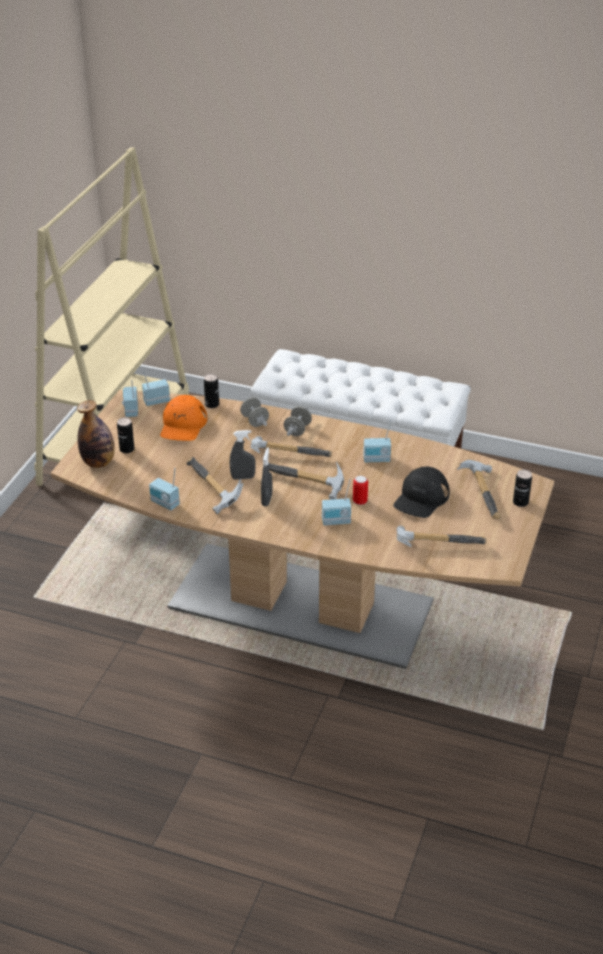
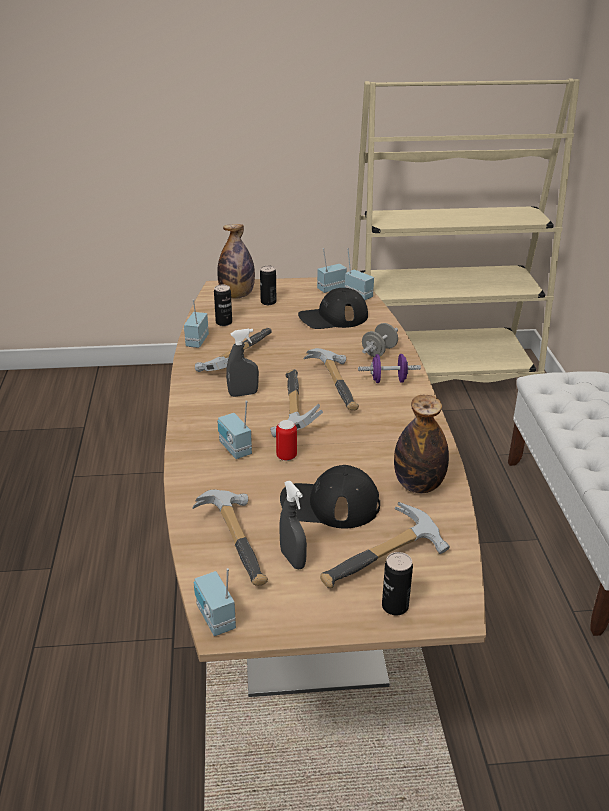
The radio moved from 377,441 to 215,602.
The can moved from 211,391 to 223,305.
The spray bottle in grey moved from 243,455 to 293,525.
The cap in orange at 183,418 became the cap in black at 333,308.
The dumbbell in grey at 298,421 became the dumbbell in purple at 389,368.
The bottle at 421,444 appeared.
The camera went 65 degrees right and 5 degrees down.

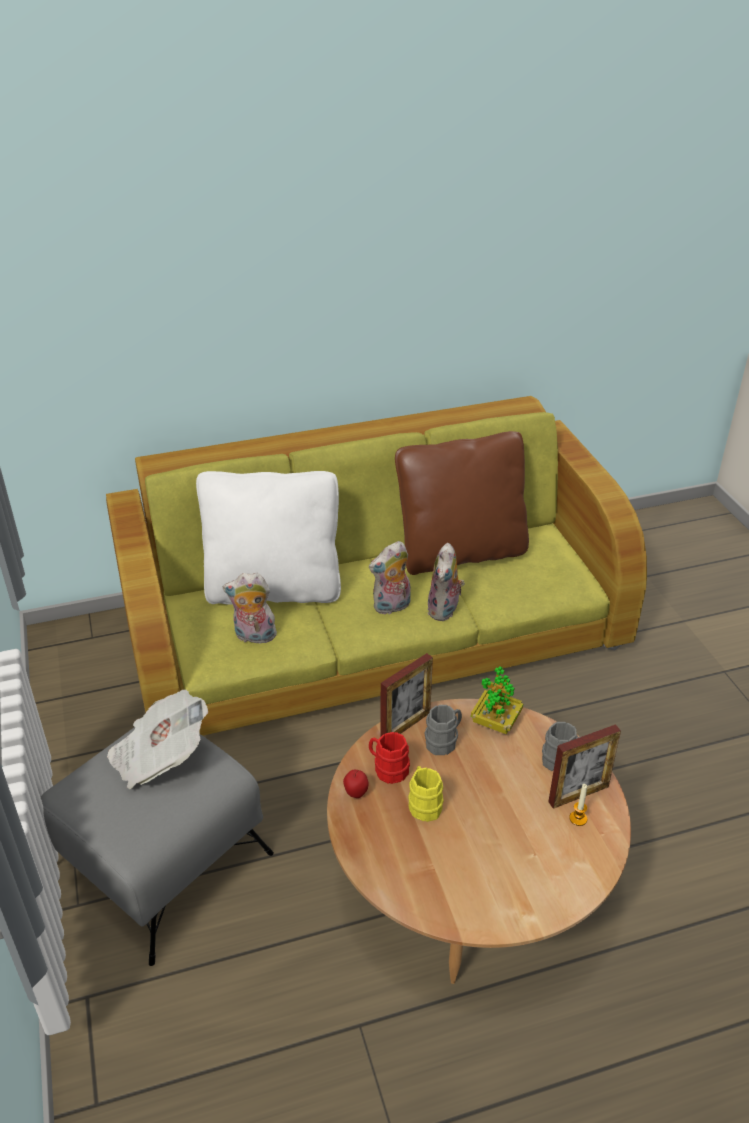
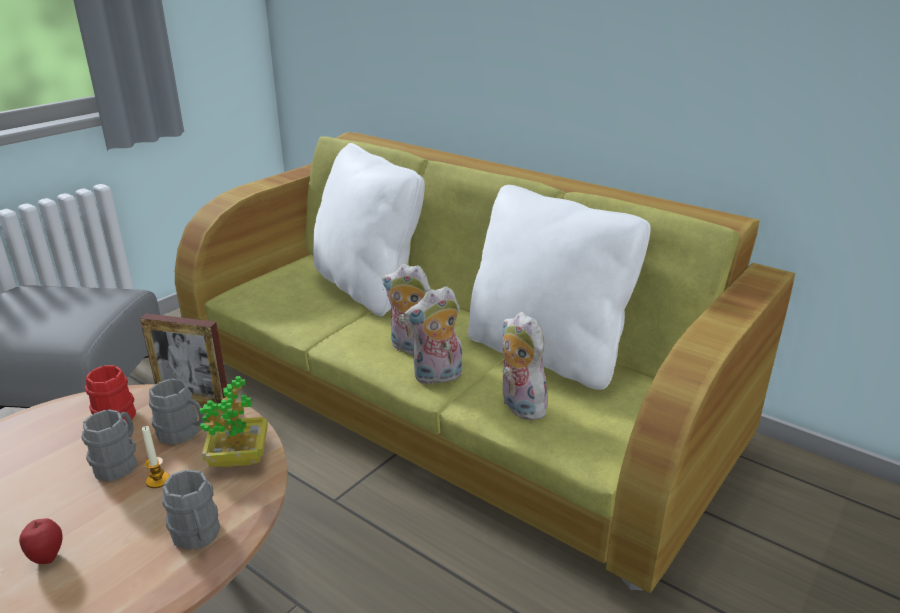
The apple moved from 355,784 to 41,541.
The mug in grey at 109,445 appeared.
The candle moved from 578,805 to 156,457.
The pillow in brown at 462,503 became the pillow in white at 559,287.
The plush toy moved from 250,608 to 526,366.
The newspaper at 157,739 disappeared.
The mug in yellow at 426,794 disappeared.
The picture frame at 584,766 disappeared.
The camera went 55 degrees right and 10 degrees down.

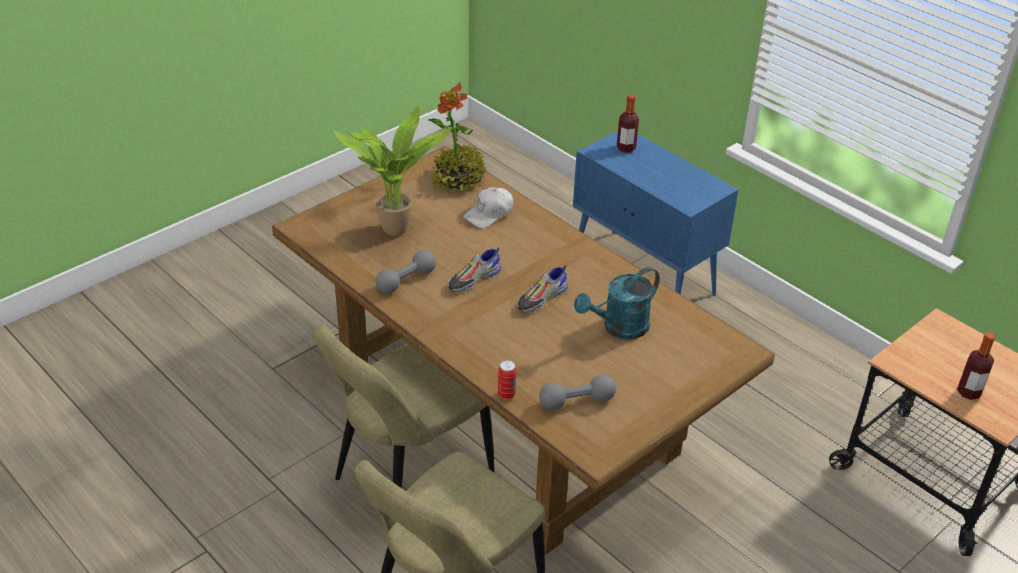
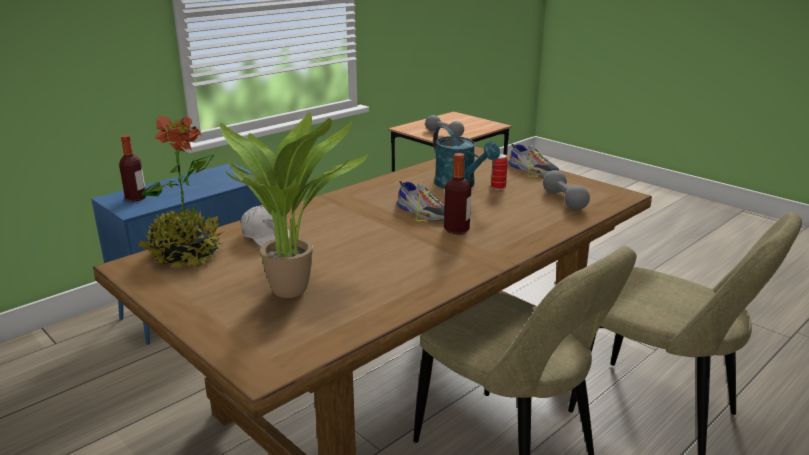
The dumbbell in grey moved from 406,271 to 444,126.
The bottle moved from 976,366 to 457,193.
The can moved from 507,380 to 499,172.
The shoe moved from 474,270 to 533,160.
The camera went 90 degrees left and 15 degrees down.

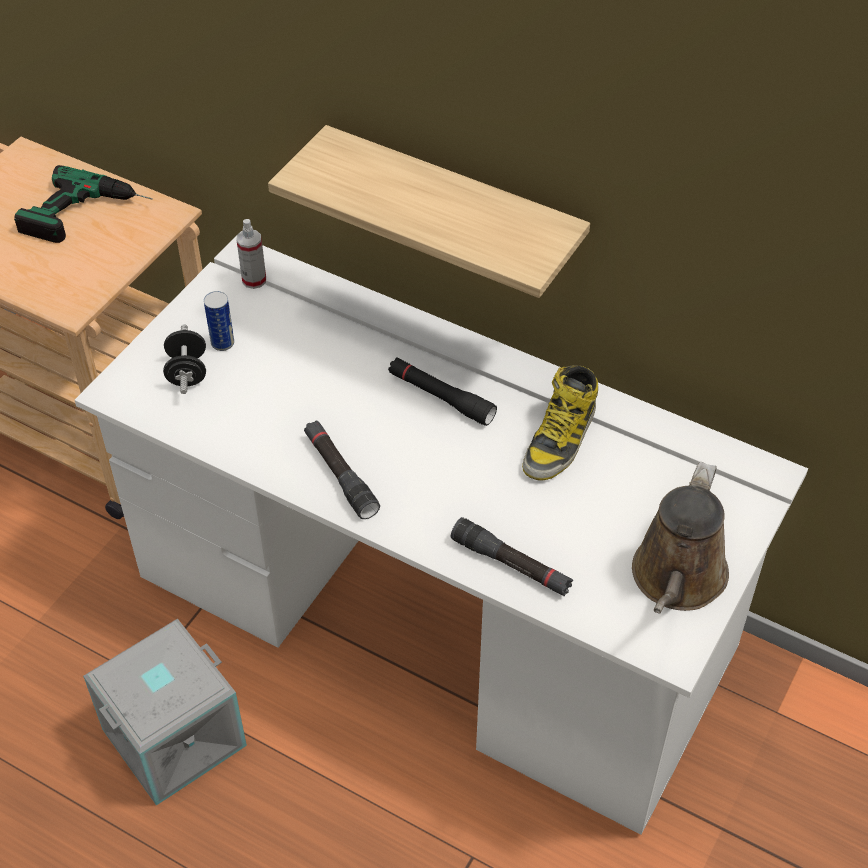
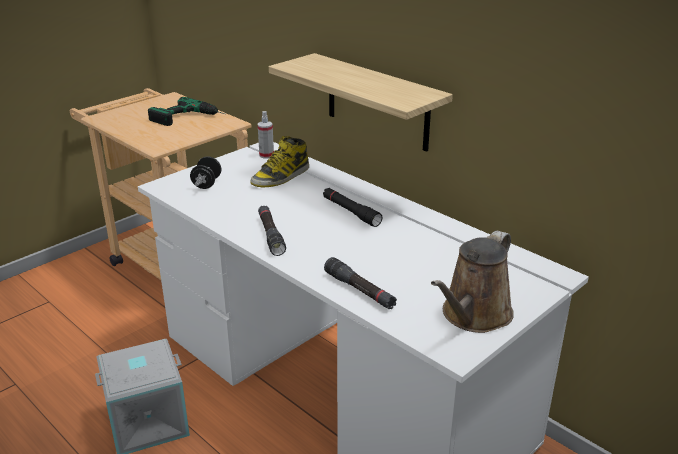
The boot moved from 560,423 to 279,162.
The can at 219,321 disappeared.
The camera went 15 degrees right and 20 degrees down.

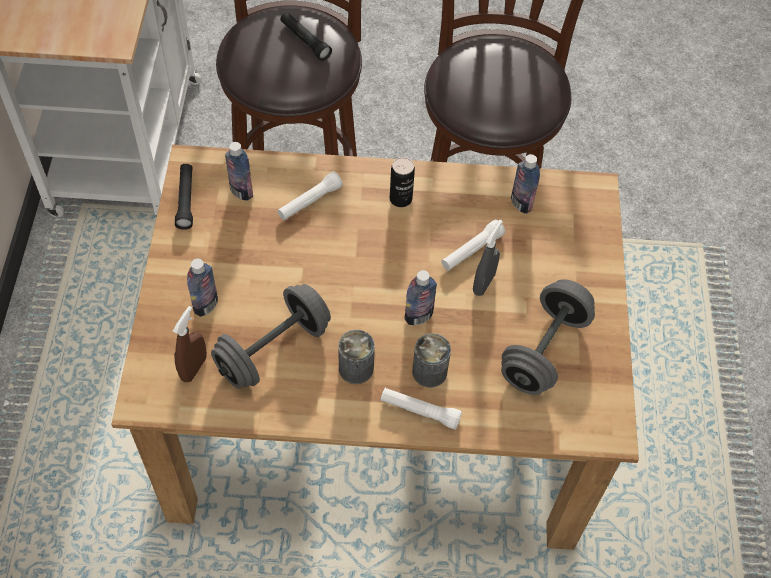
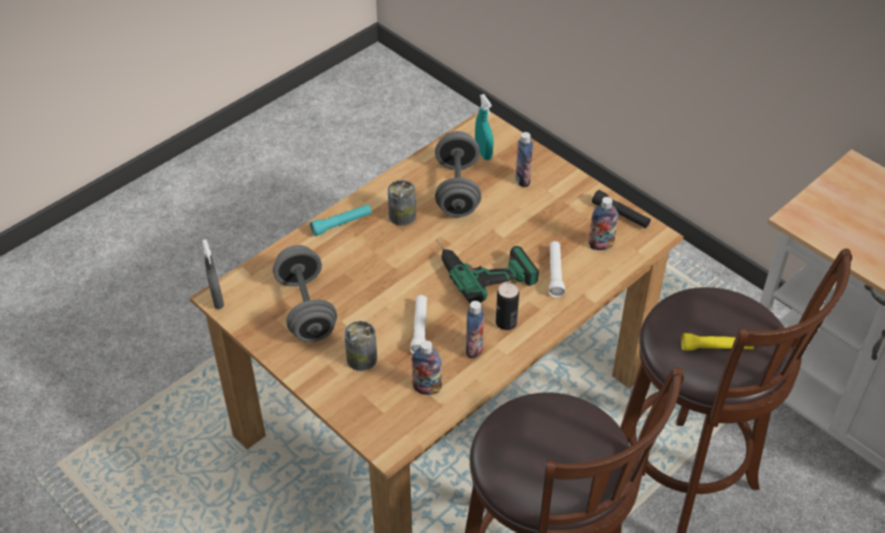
The spray bottle in grey moved from 488,258 to 213,274.
The flashlight in white at 421,409 became the flashlight in turquoise at 341,220.
The can moved from 431,360 to 360,346.
The power drill at 488,271 appeared.
The bottle moved from 420,297 to 475,330.
The spray bottle in brown at 189,344 became the spray bottle in turquoise at 484,127.
The flashlight in black at 306,36 became the flashlight in yellow at 717,342.
The camera went 135 degrees right and 10 degrees down.

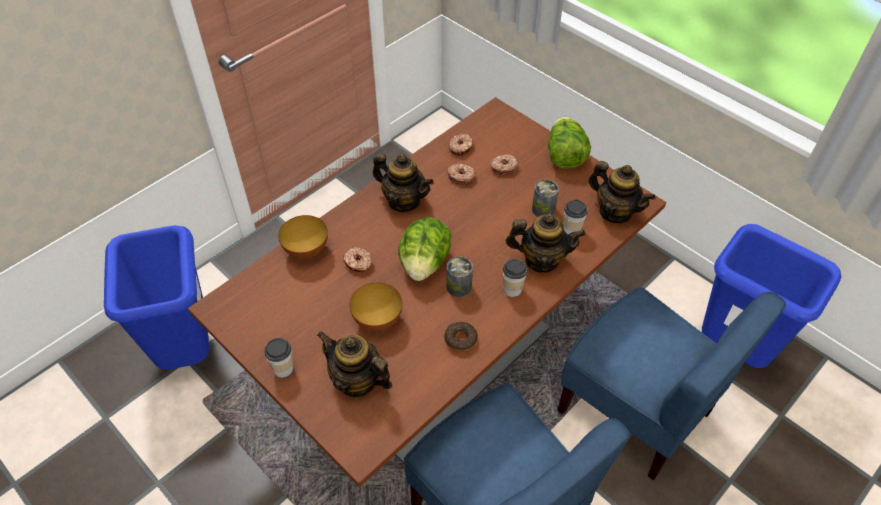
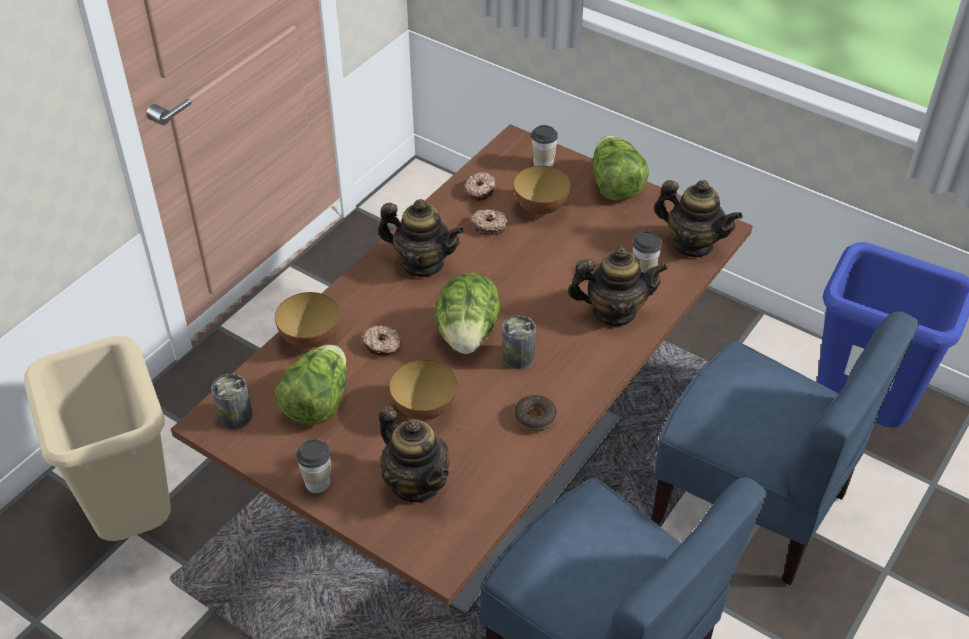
The trash can in blue at 156,297 became the trash can in beige at 97,438.
The can moved from 545,198 to 232,402.
The lettuce at 311,385 appeared.
The teapot at 354,364 turned 150 degrees counterclockwise.
The donut at 504,164 was replaced by the bowl at 542,190.
The cup moved from 515,278 to 544,146.
The camera went 10 degrees left and 5 degrees down.

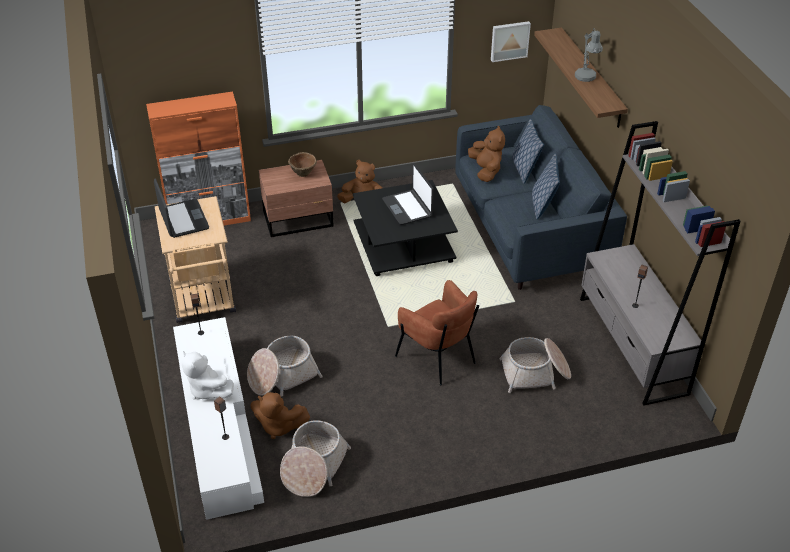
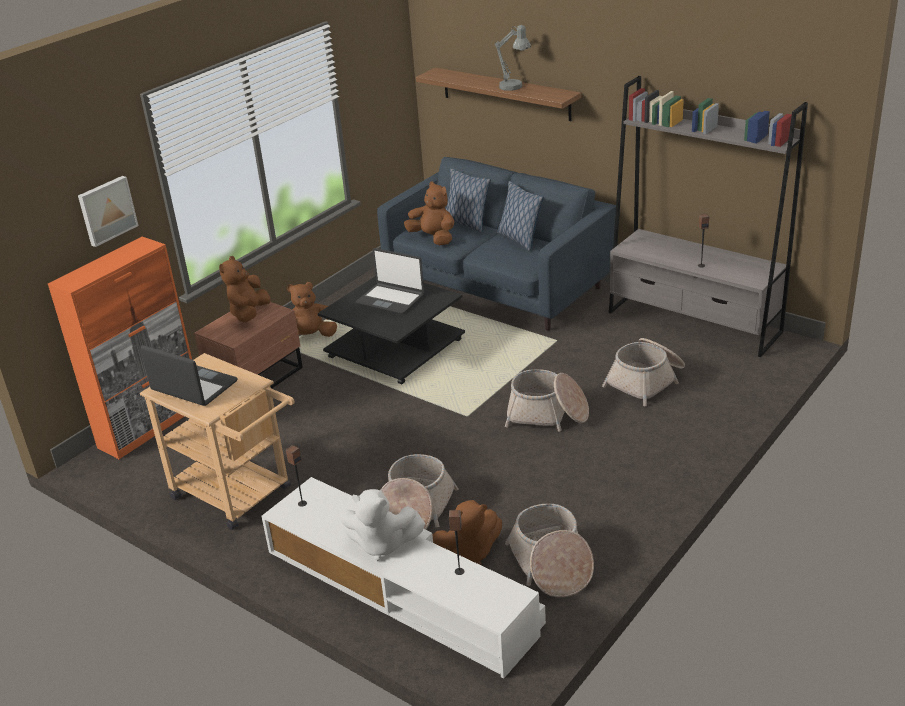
The picture moved from 511,41 to 108,211.
The bowl in brown at 302,164 was replaced by the plush toy in brown at 245,289.
The armchair in brown at 437,332 was replaced by the basket at 547,400.
The camera went 35 degrees left and 10 degrees down.

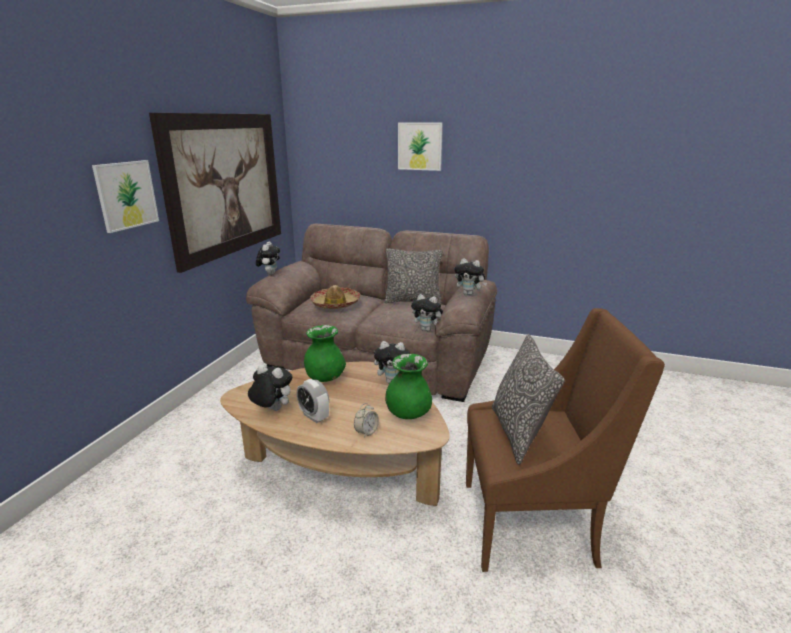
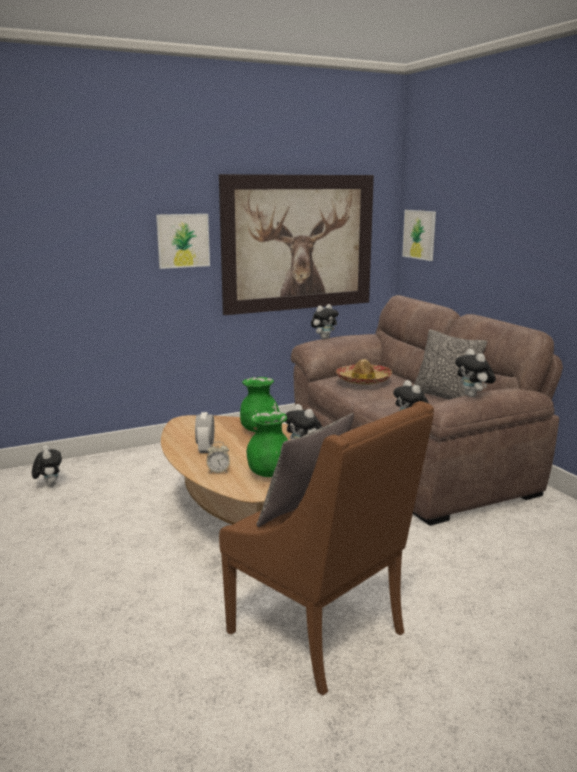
The plush toy moved from 270,387 to 47,466.
The picture moved from 420,146 to 419,235.
The camera went 45 degrees right and 5 degrees down.

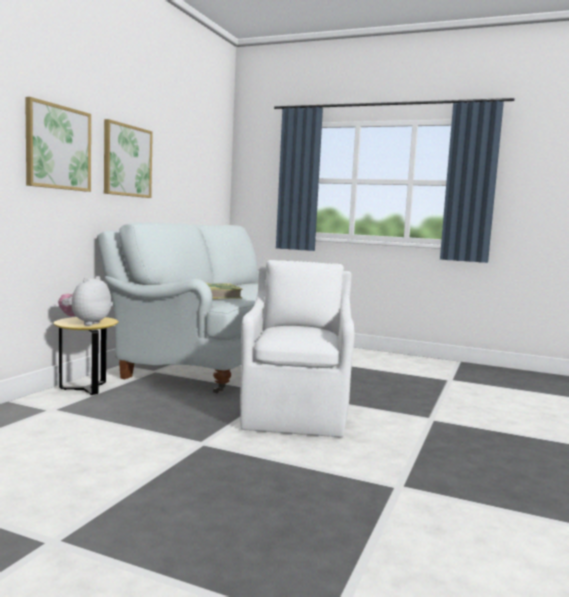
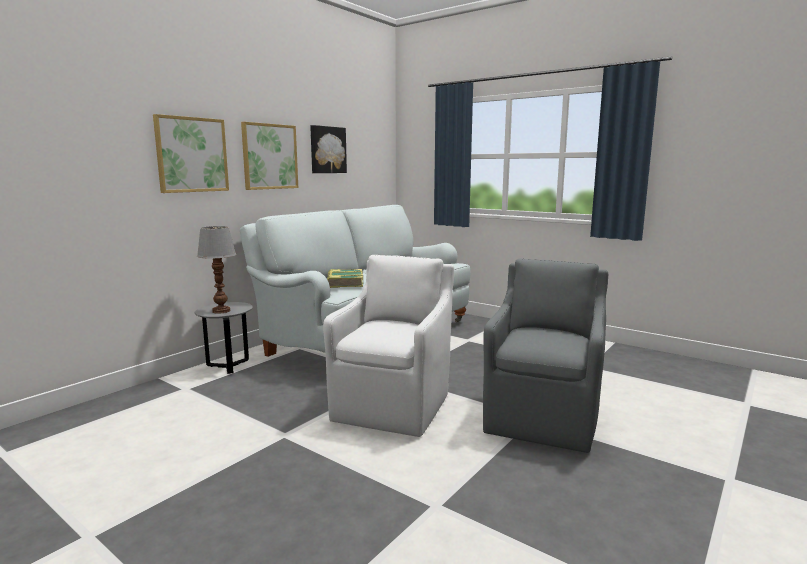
The side table in yellow at 86,356 became the side table in grey at 224,338.
The plush toy at 84,301 was replaced by the table lamp at 216,270.
The picture at 328,149 appeared.
The armchair in grey at 545,356 appeared.
The camera went 15 degrees right and 5 degrees up.

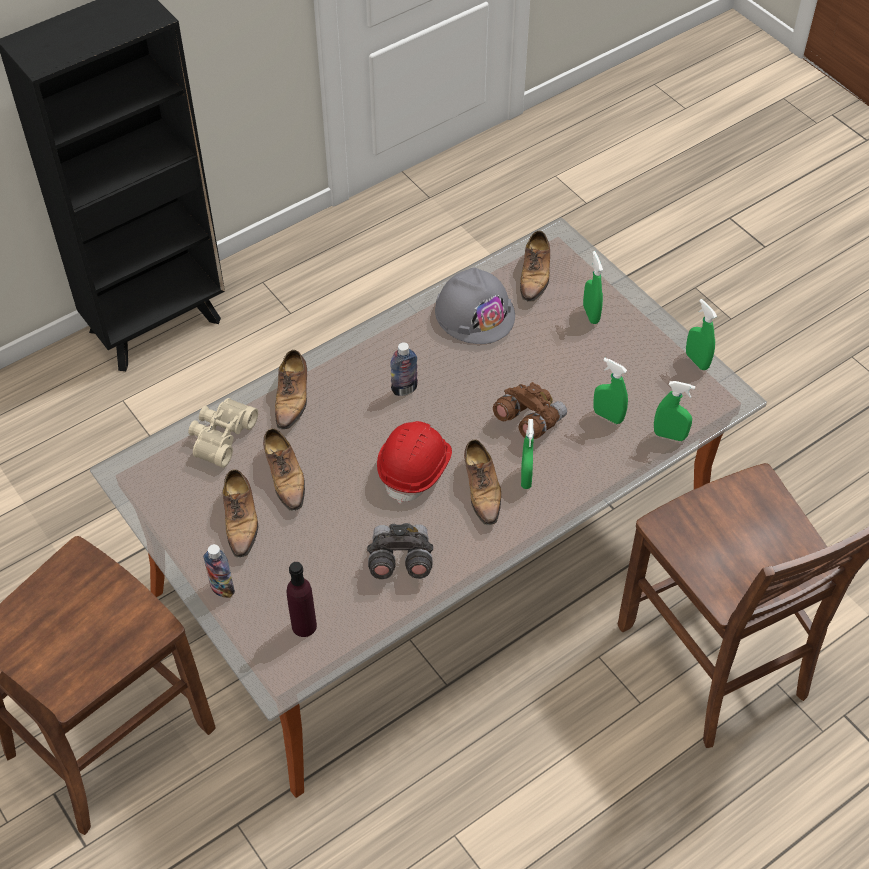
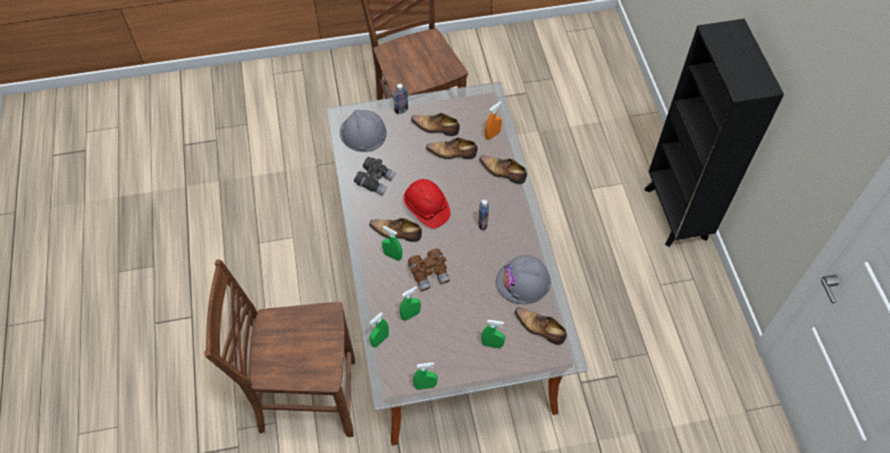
The bottle in purple at 301,599 was replaced by the hard hat in grey at 363,131.
The binoculars in beige at 223,433 was replaced by the spray bottle in orange at 493,120.
The camera went 115 degrees right and 5 degrees up.

